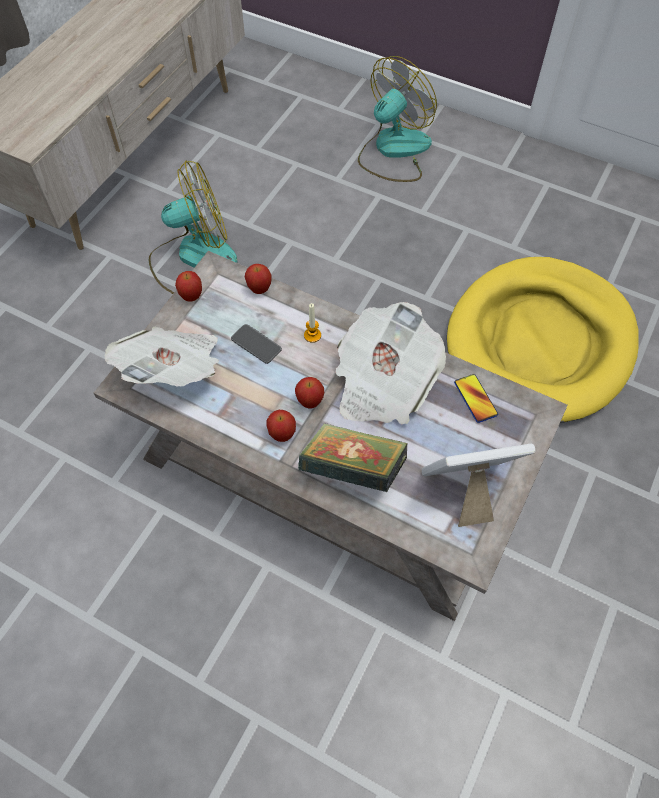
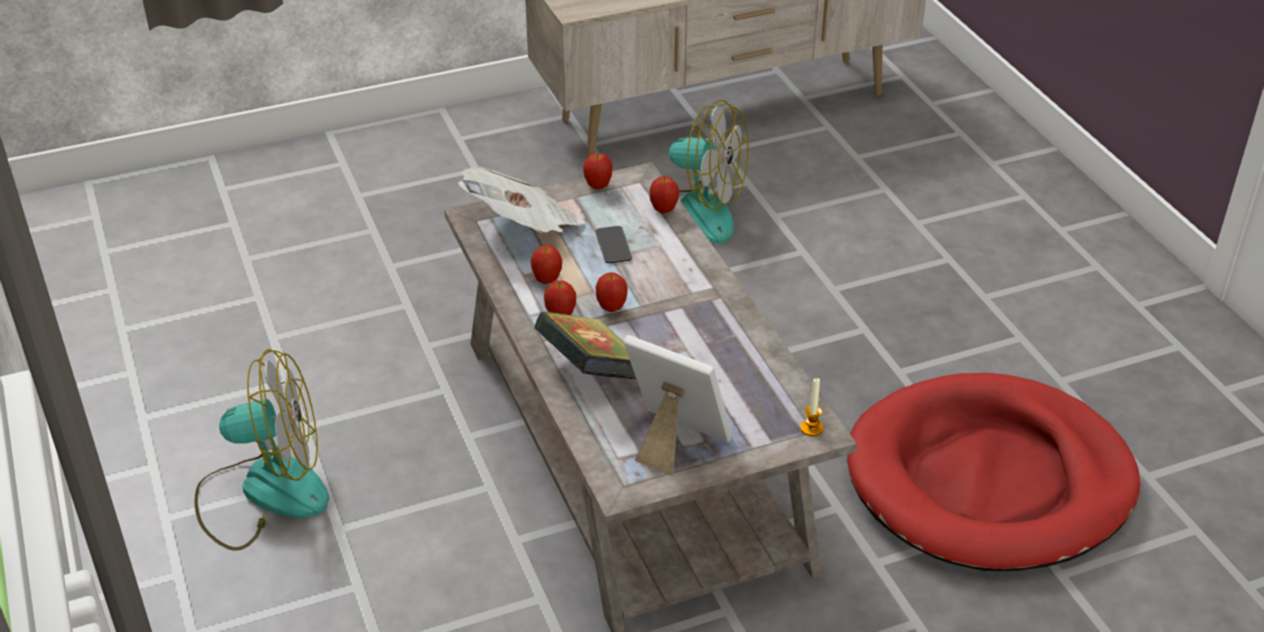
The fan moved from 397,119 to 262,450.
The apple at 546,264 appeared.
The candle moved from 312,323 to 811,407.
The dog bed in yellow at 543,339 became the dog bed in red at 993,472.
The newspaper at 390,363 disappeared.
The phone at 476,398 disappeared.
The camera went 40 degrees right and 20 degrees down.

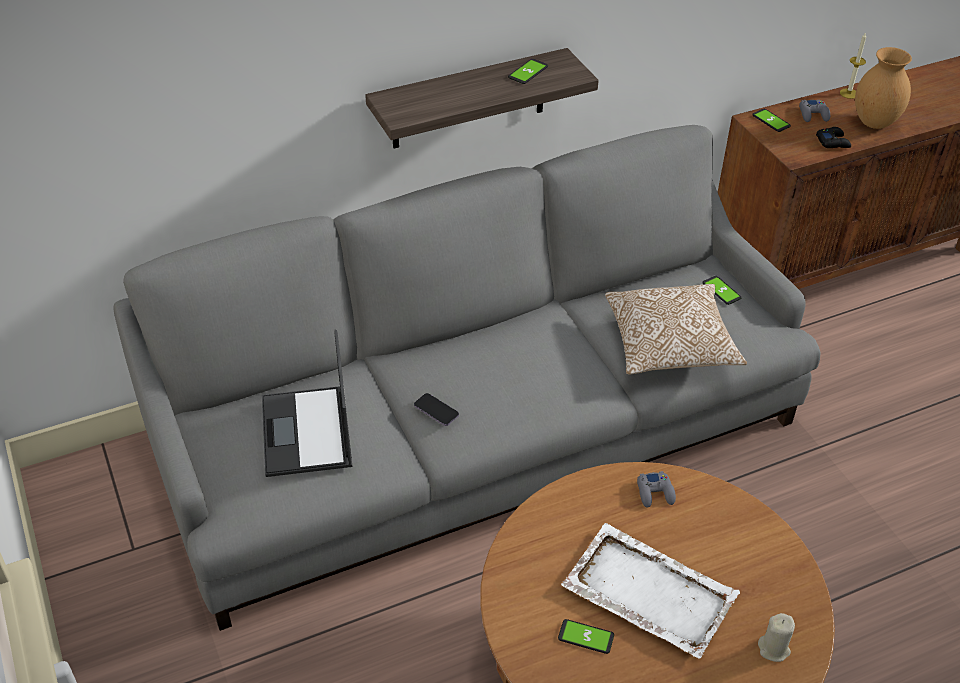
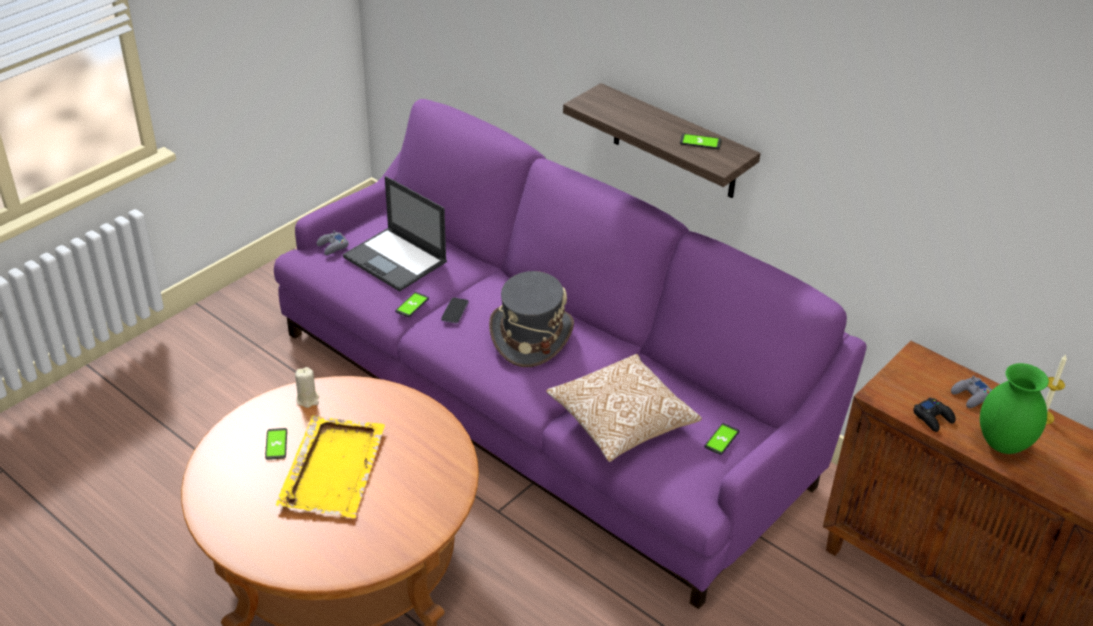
The sofa in grey at 466,378 became the sofa in purple at 570,354.
The tray in white at 650,591 became the tray in yellow at 330,467.
The candle in beige moved from 776,637 to 307,387.
The game controller in grey moved from 656,489 to 333,242.
The laptop at 307,403 turned 105 degrees counterclockwise.
The phone moved from 771,120 to 412,304.
The hat in grey at 531,319 appeared.
The vase in brown at 883,88 became the vase in green at 1014,408.
The camera went 65 degrees right and 5 degrees down.

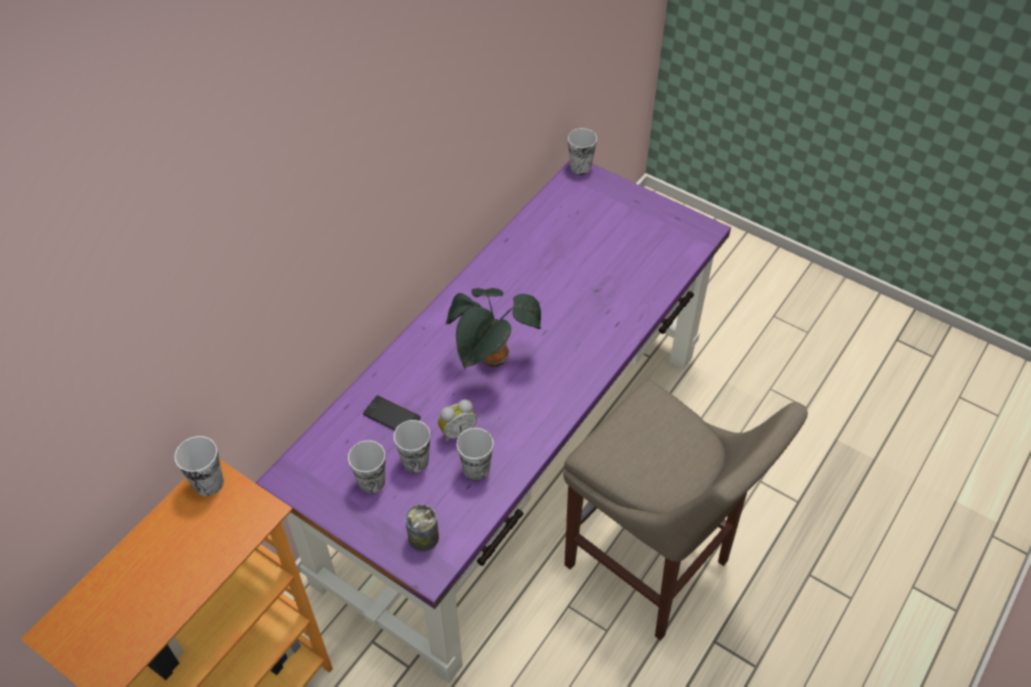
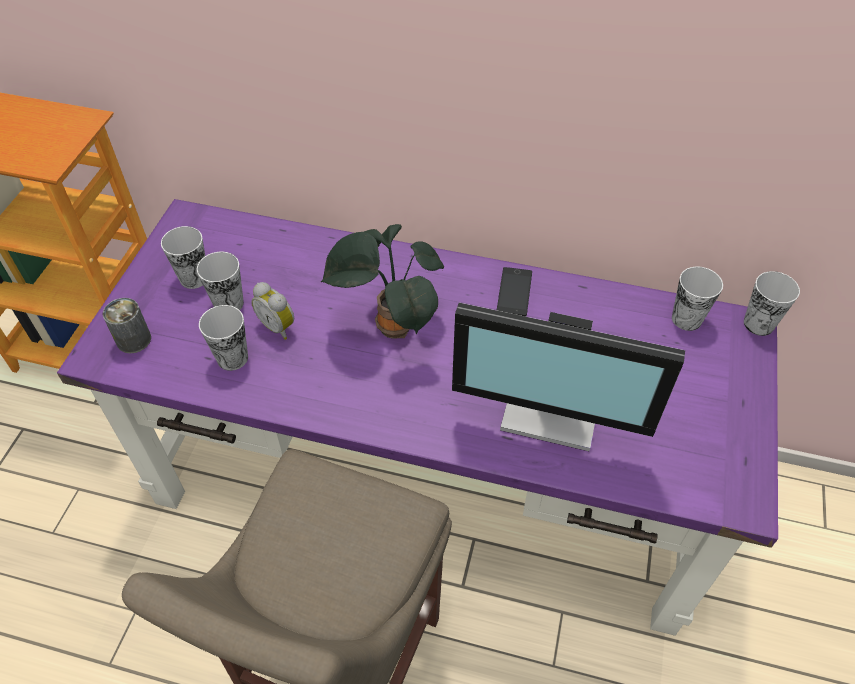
The monitor at 568,377 appeared.
The phone moved from 391,412 to 514,292.
The cup moved from 199,466 to 697,298.
The camera went 70 degrees right and 0 degrees up.

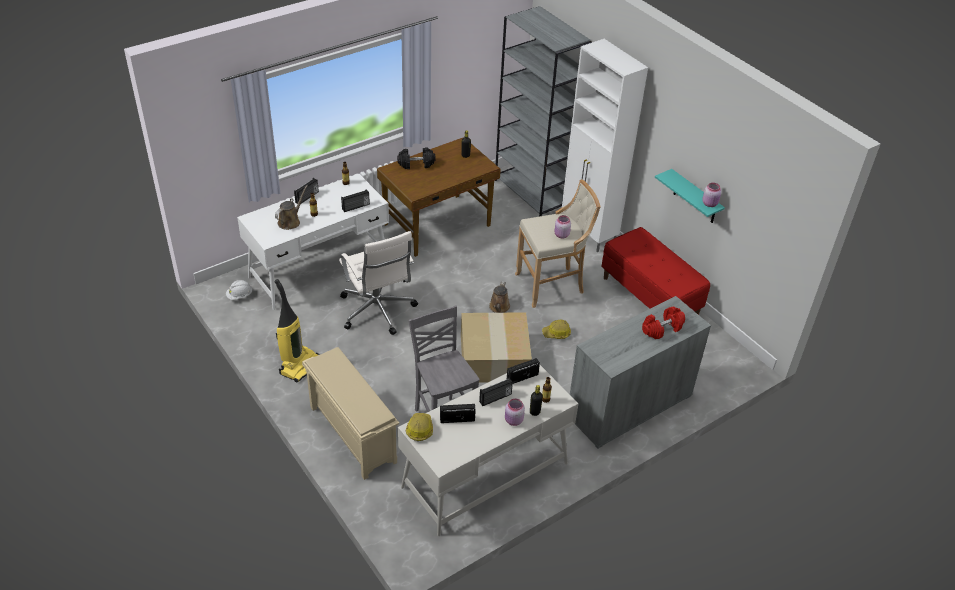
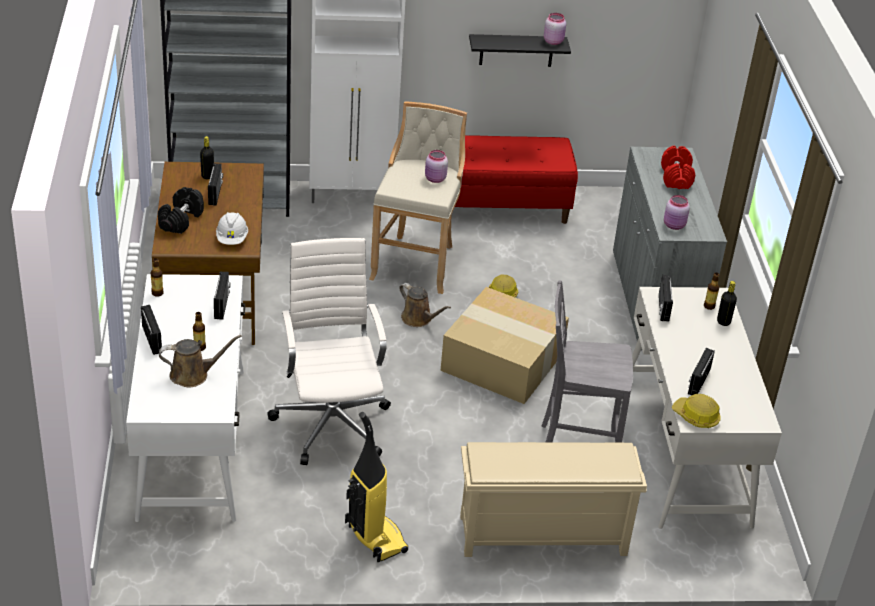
The watering can in brown at 291,207 turned 105 degrees clockwise.
The radio moved from 496,392 to 215,184.
The hard hat in white moved from 239,290 to 232,228.
The office chair in white at 378,283 turned 105 degrees counterclockwise.
The shelf in turquoise at 690,196 became the shelf in black at 520,50.
The jar in pink moved from 515,412 to 677,212.
The camera went 60 degrees left and 5 degrees down.

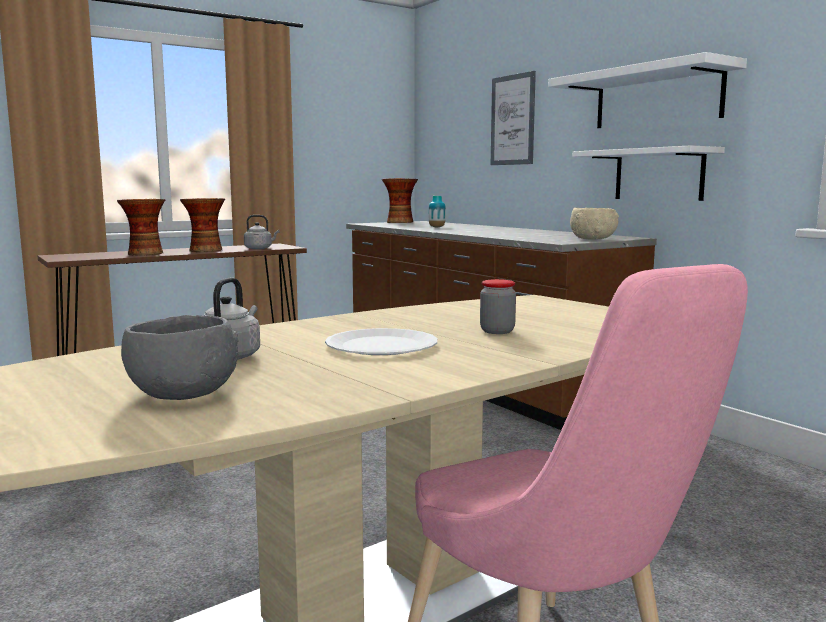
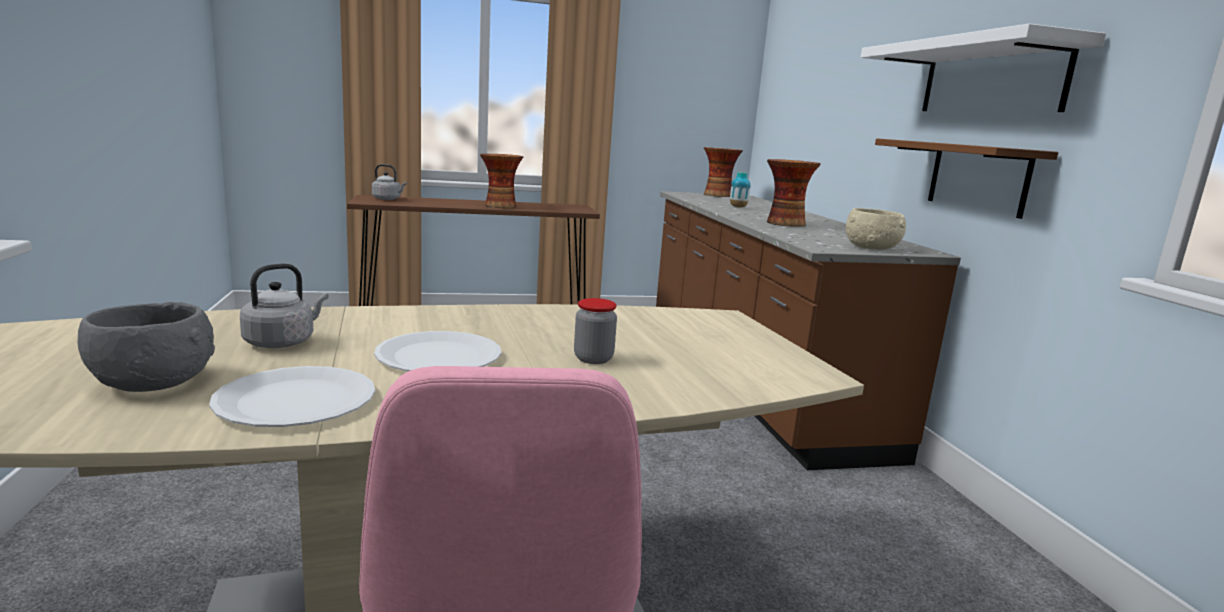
The plate in white at 292,396 appeared.
The kettle in grey moved from 261,232 to 389,182.
The vase moved from 141,227 to 794,193.
The shelf in white at 648,173 became the shelf in brown at 967,178.
The picture at 513,118 disappeared.
The camera went 20 degrees right and 5 degrees up.

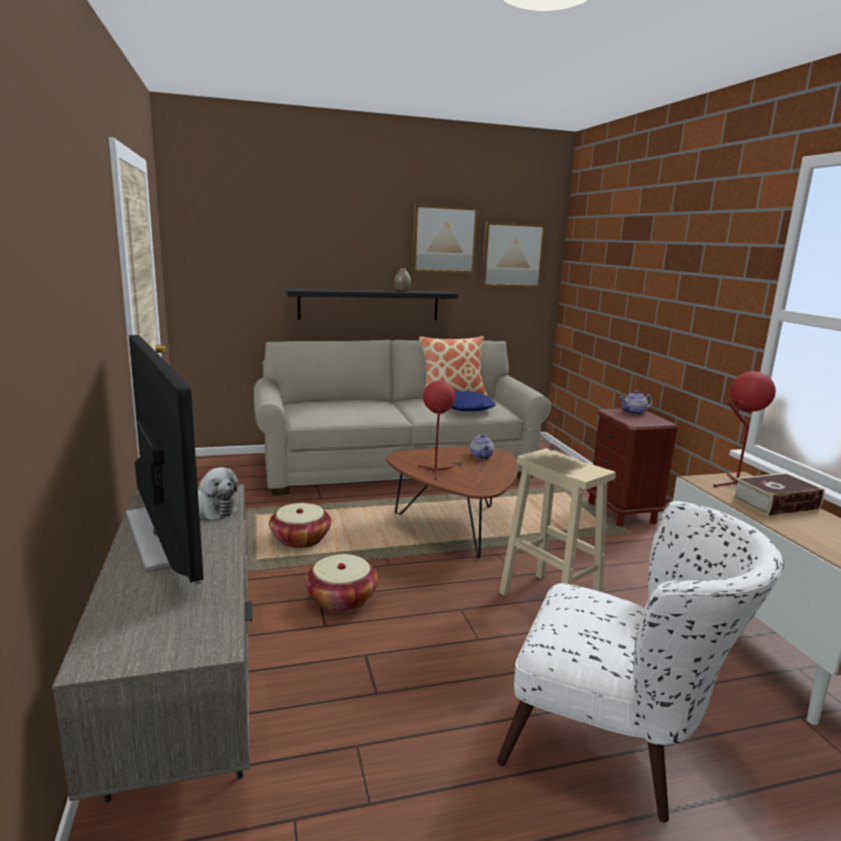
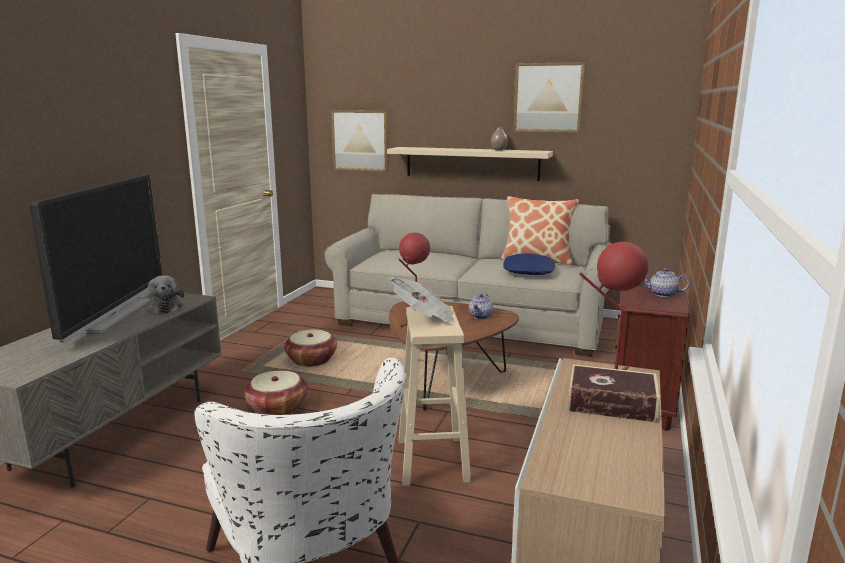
The picture moved from 513,255 to 360,141.
The shelf in black at 371,304 became the shelf in beige at 470,164.
The camera went 35 degrees right and 0 degrees up.

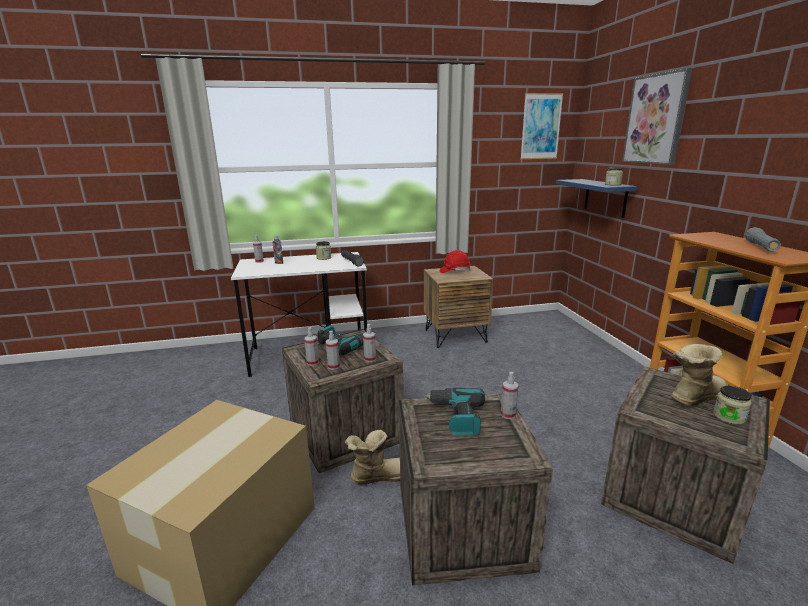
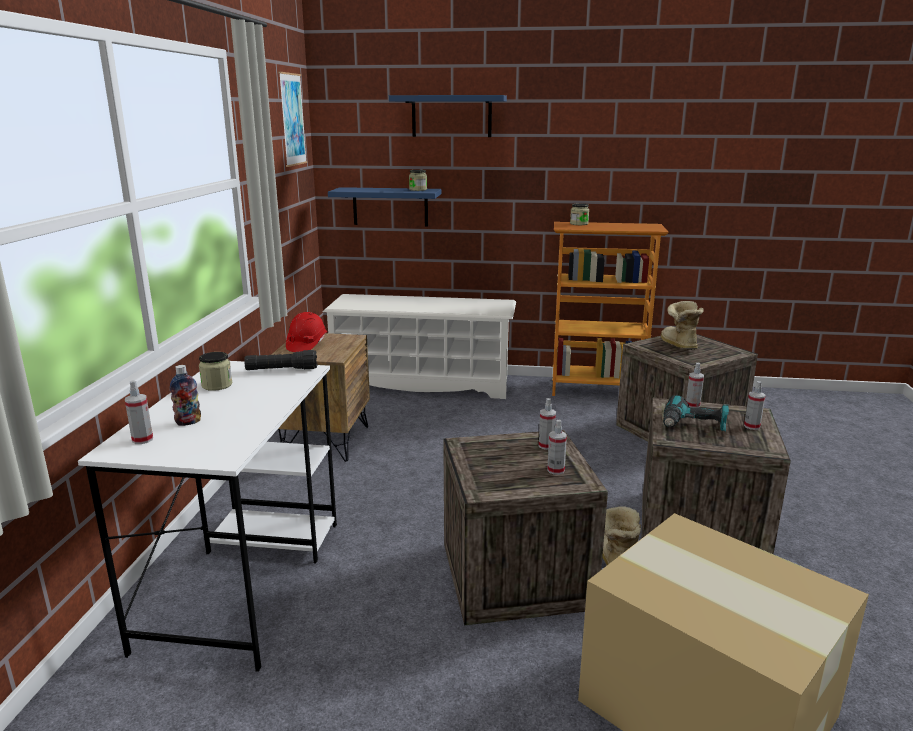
The shoe rack in white at 419,346 appeared.
The picture at 657,116 was replaced by the shelf in blue at 448,116.
The jar moved from 732,405 to 579,214.
The spray bottle moved from 311,346 to 755,405.
The power drill at 341,340 disappeared.
The flashlight in grey at 763,239 disappeared.
The camera went 70 degrees left and 0 degrees up.

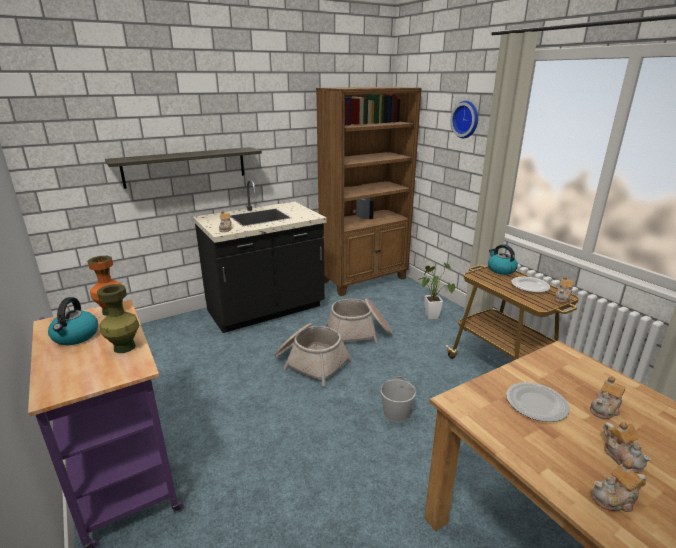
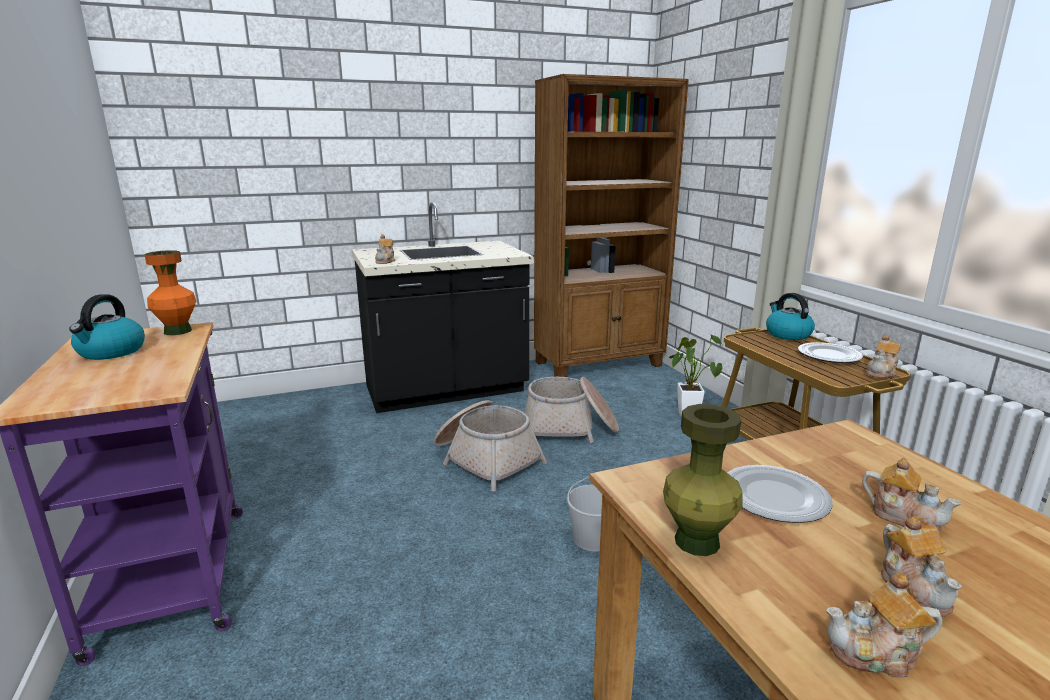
The vase in green moved from 118,318 to 703,480.
The teapot at 607,397 turned 105 degrees counterclockwise.
The shelf at 183,168 disappeared.
The wall clock at 464,119 disappeared.
The camera went 10 degrees right and 5 degrees down.

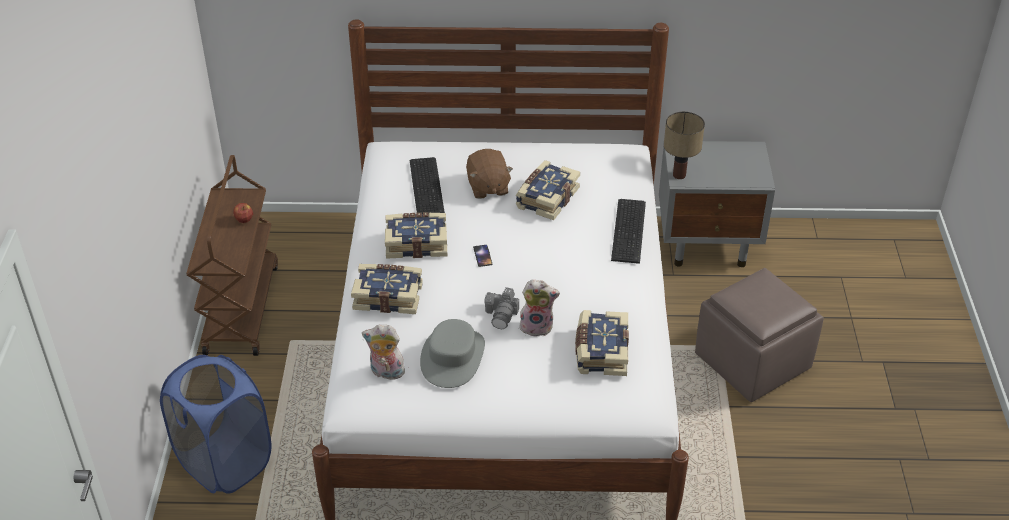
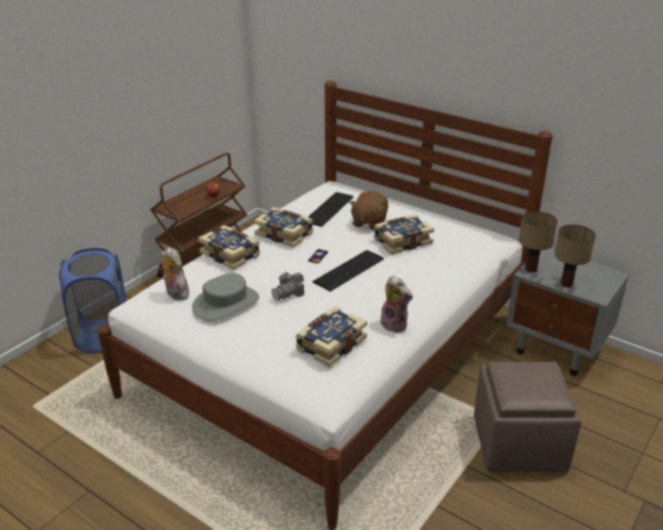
The keyboard moved from 628,231 to 348,271.
The plush toy moved from 540,308 to 396,304.
The table lamp at 575,256 appeared.
The camera went 35 degrees right and 10 degrees down.

